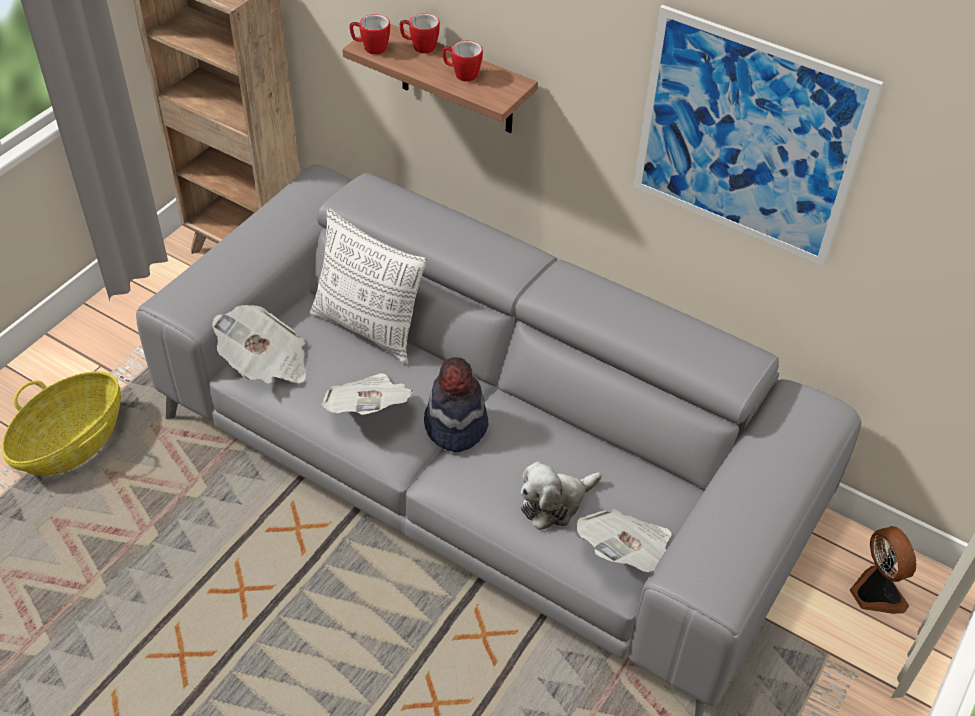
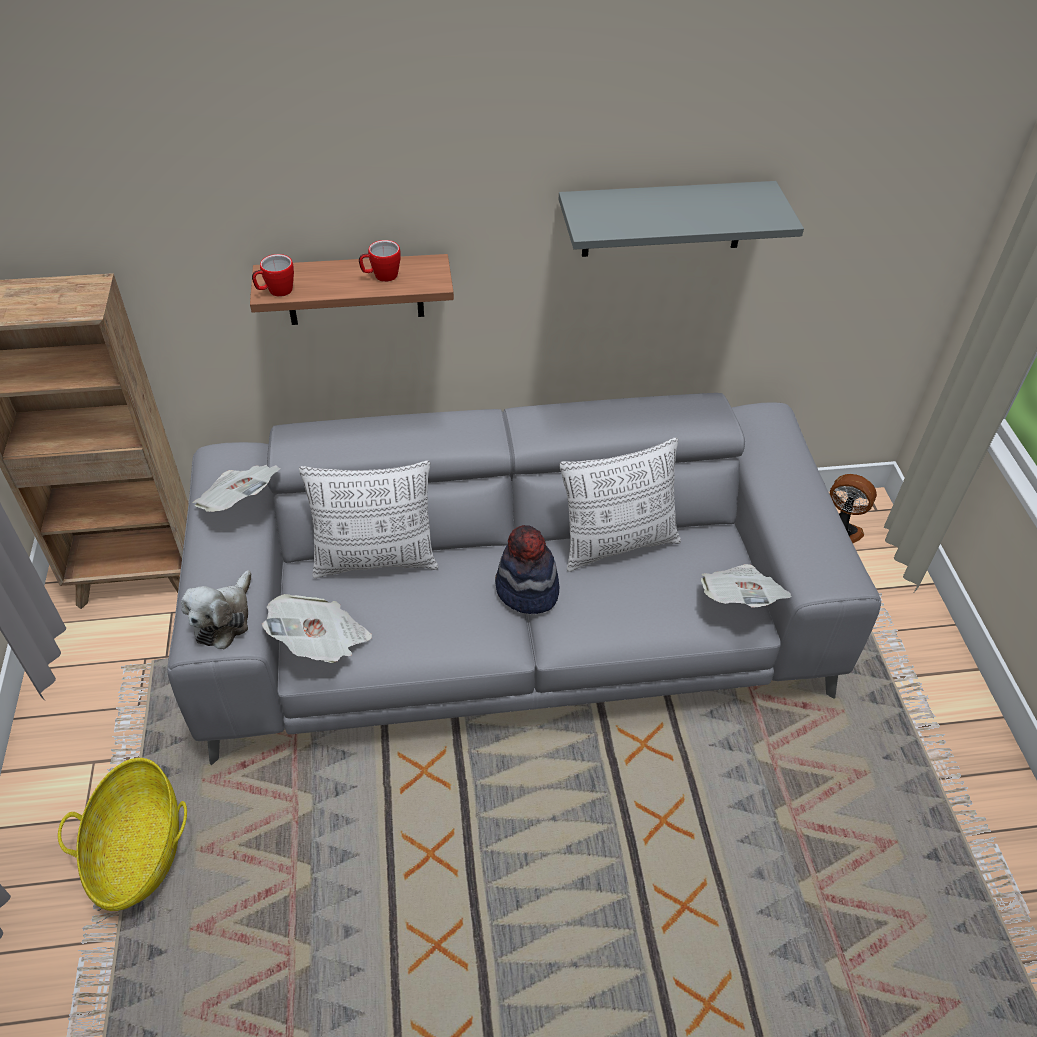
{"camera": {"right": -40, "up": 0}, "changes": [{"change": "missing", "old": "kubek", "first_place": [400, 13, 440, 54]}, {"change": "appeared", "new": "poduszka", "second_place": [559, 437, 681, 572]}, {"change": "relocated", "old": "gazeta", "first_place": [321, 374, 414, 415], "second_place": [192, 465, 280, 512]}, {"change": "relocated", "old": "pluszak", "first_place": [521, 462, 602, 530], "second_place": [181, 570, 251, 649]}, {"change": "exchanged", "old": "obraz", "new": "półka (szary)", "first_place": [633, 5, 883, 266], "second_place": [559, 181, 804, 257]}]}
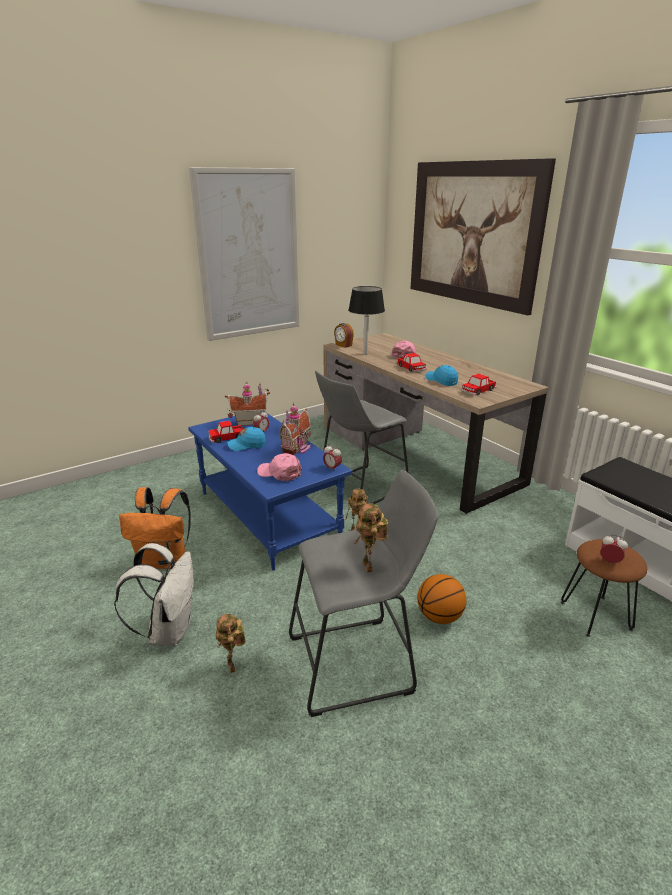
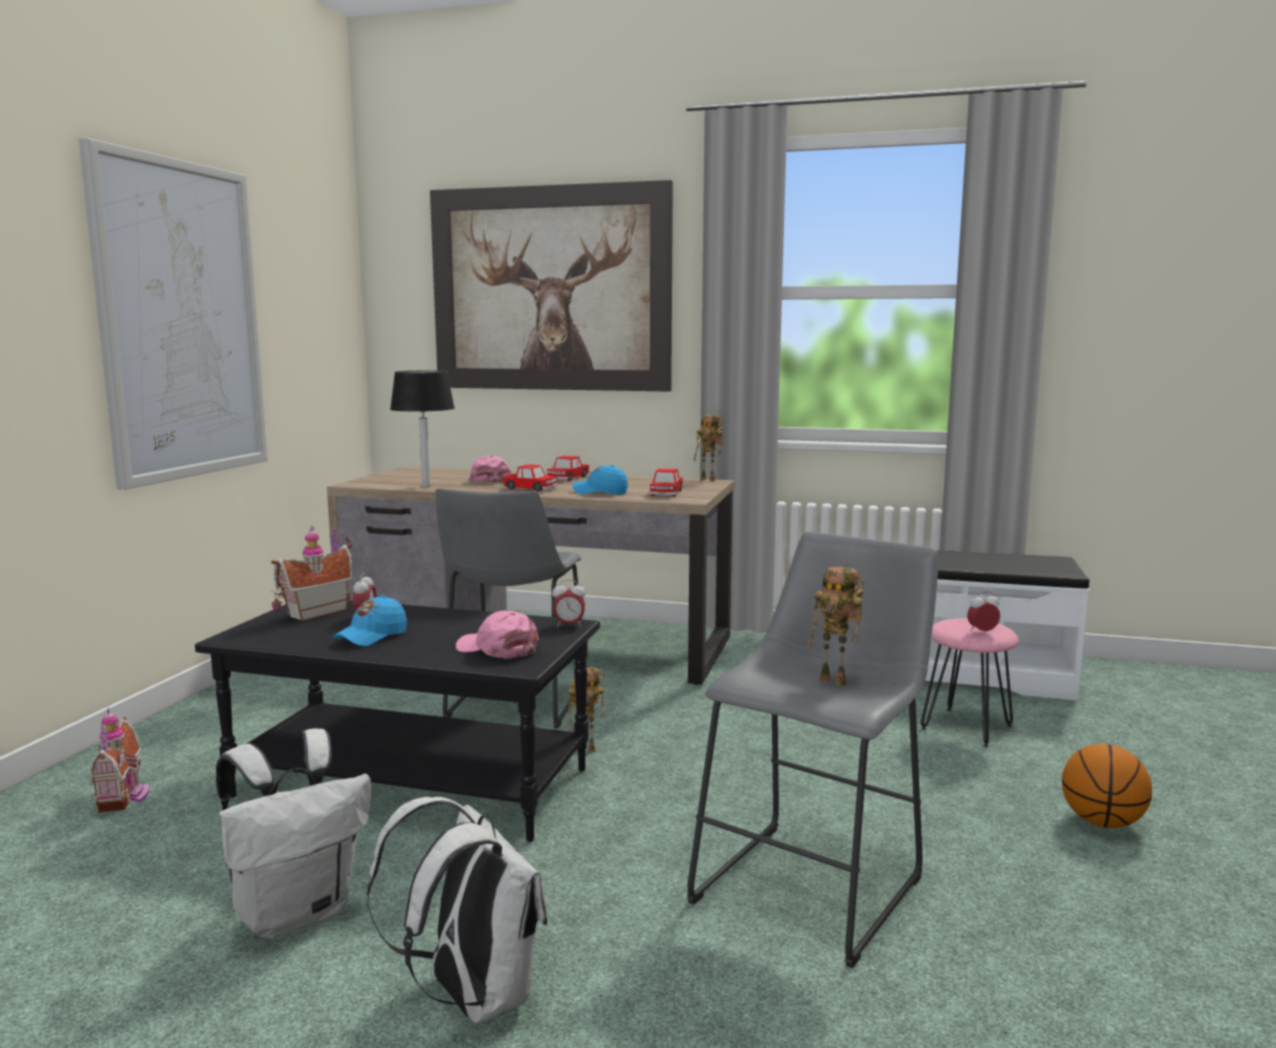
{"camera": {"right": -40, "up": -15}, "changes": [{"change": "missing", "old": "budzik", "first_place": [334, 323, 354, 348]}, {"change": "relocated", "old": "samochodzik", "first_place": [208, 421, 243, 443], "second_place": [546, 456, 591, 481]}, {"change": "relocated", "old": "robot zabawkowy", "first_place": [215, 614, 245, 673], "second_place": [694, 415, 723, 481]}, {"change": "relocated", "old": "domek", "first_place": [279, 403, 311, 455], "second_place": [89, 708, 150, 813]}, {"change": "relocated", "old": "piłka do koszykówki", "first_place": [417, 574, 466, 624], "second_place": [1062, 744, 1152, 828]}, {"change": "colour", "old": "plecak (pomarańczowy)", "new": "plecak (biały)", "first_place": [119, 487, 191, 569], "second_place": [216, 728, 371, 938]}, {"change": "colour", "old": "ława (niebieski)", "new": "ława (czarny)", "first_place": [188, 413, 352, 570], "second_place": [195, 600, 600, 842]}, {"change": "colour", "old": "stołek (brązowy)", "new": "stołek (różowy)", "first_place": [561, 539, 647, 637], "second_place": [921, 618, 1019, 747]}, {"change": "spun", "old": "czapka z daszkiem (różowy)", "first_place": [257, 453, 302, 481], "second_place": [456, 611, 539, 659], "degrees": 45}]}
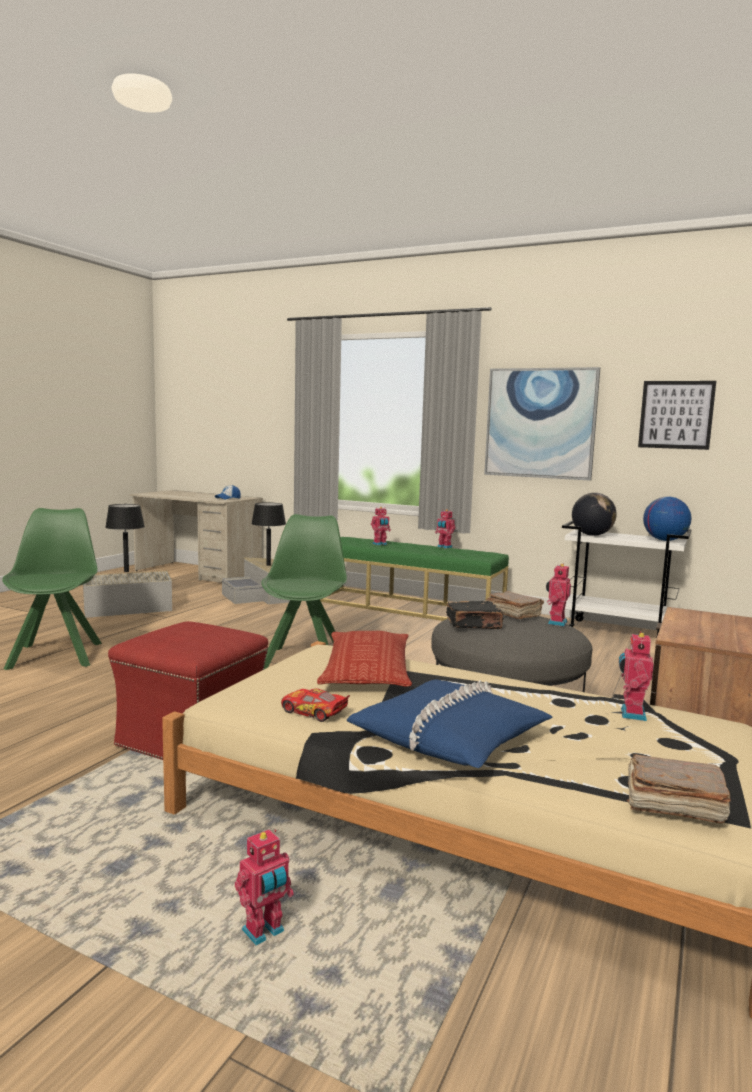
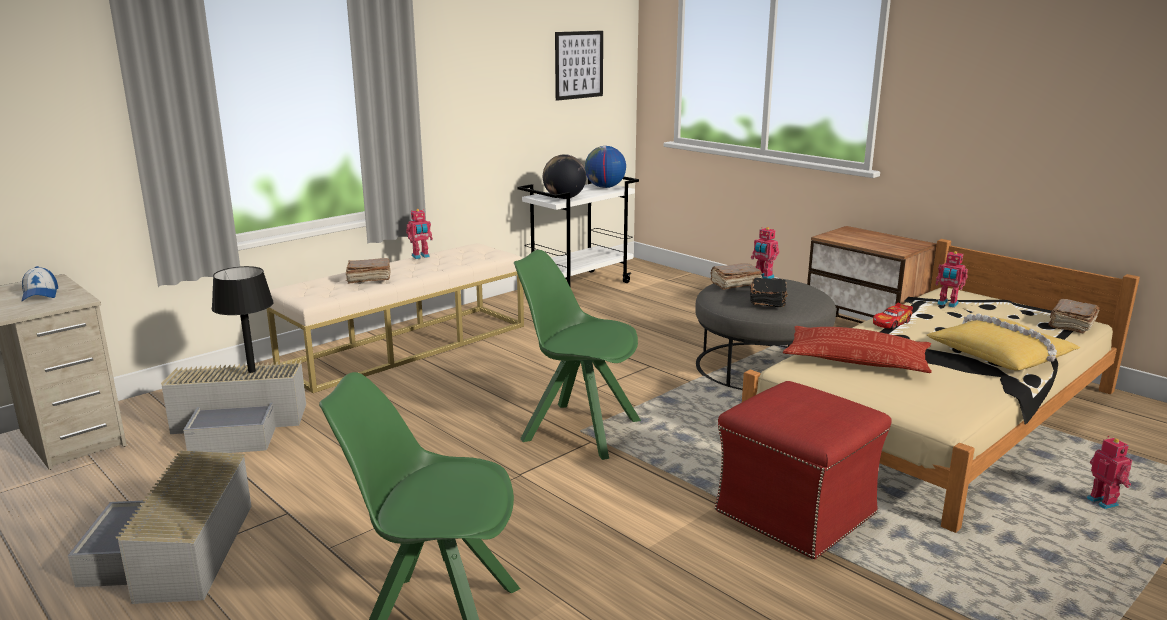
{"camera": {"right": -70, "up": 10}, "changes": [{"change": "missing", "old": "lampa stołowa (czarny)", "first_place": [105, 504, 145, 572]}, {"change": "missing", "old": "obraz", "first_place": [484, 367, 600, 481]}, {"change": "relocated", "old": "samochodzik", "first_place": [281, 688, 350, 722], "second_place": [873, 303, 913, 329]}, {"change": "exchanged", "old": "robot zabawkowy", "new": "książka (brązowy)", "first_place": [371, 507, 391, 545], "second_place": [346, 258, 390, 284]}, {"change": "colour", "old": "ławka (zielony)", "new": "ławka (beżowy)", "first_place": [320, 537, 509, 621], "second_place": [267, 243, 524, 393]}, {"change": "colour", "old": "poduszka (niebieski)", "new": "poduszka (żółty)", "first_place": [347, 679, 553, 768], "second_place": [927, 314, 1080, 371]}]}
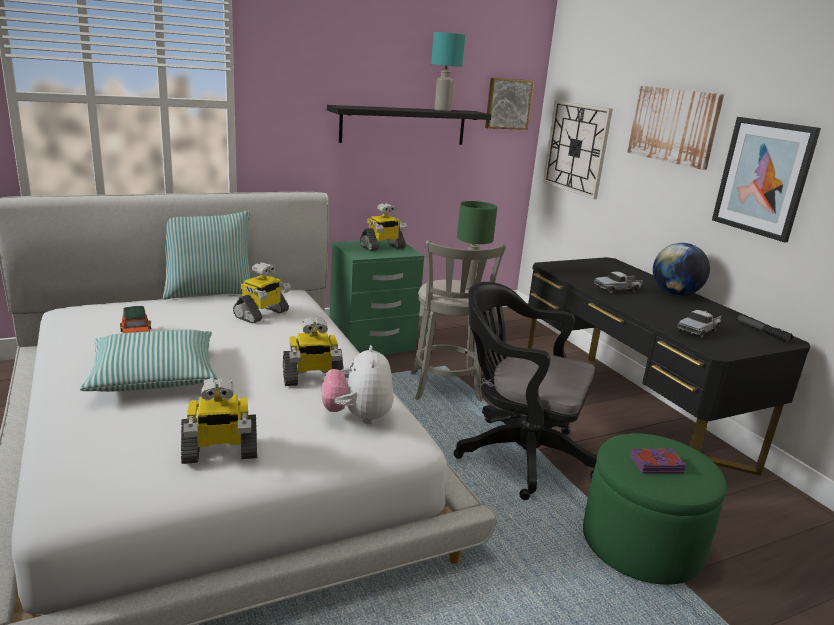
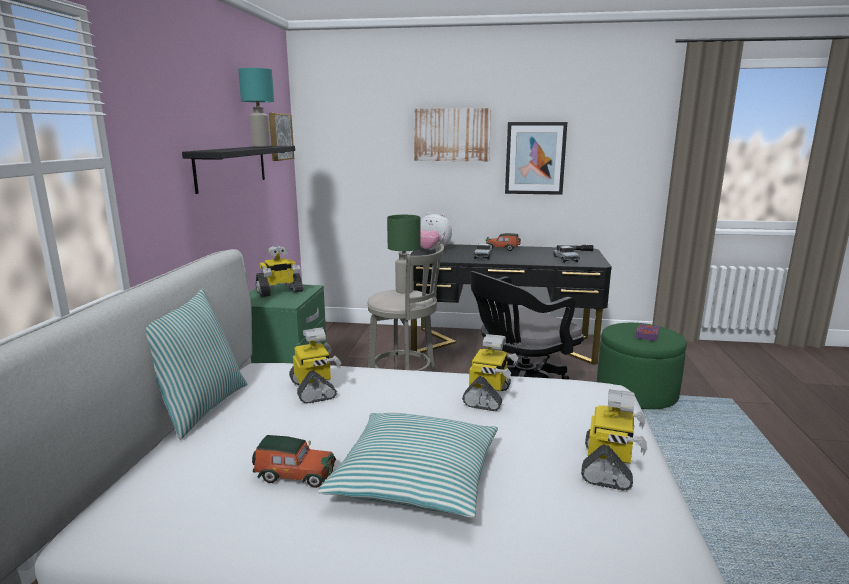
{"camera": {"right": -55, "up": -5}, "changes": [{"change": "missing", "old": "zegar ścienny", "first_place": [543, 100, 613, 199]}, {"change": "relocated", "old": "pluszak", "first_place": [322, 345, 394, 424], "second_place": [420, 212, 452, 250]}, {"change": "exchanged", "old": "globus", "new": "samochodzik", "first_place": [653, 243, 710, 296], "second_place": [486, 233, 521, 251]}, {"change": "spun", "old": "robot zabawkowy", "first_place": [360, 203, 407, 251], "second_place": [256, 246, 303, 297], "degrees": 60}]}
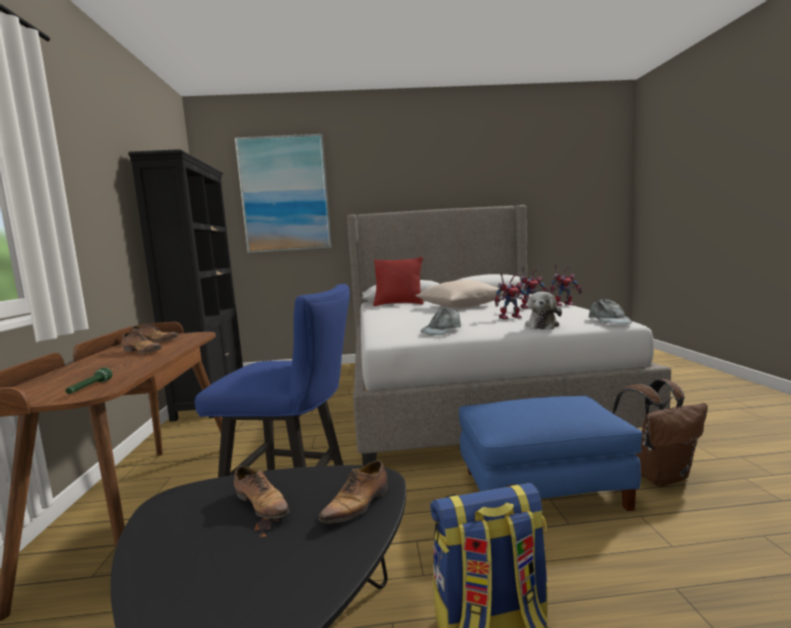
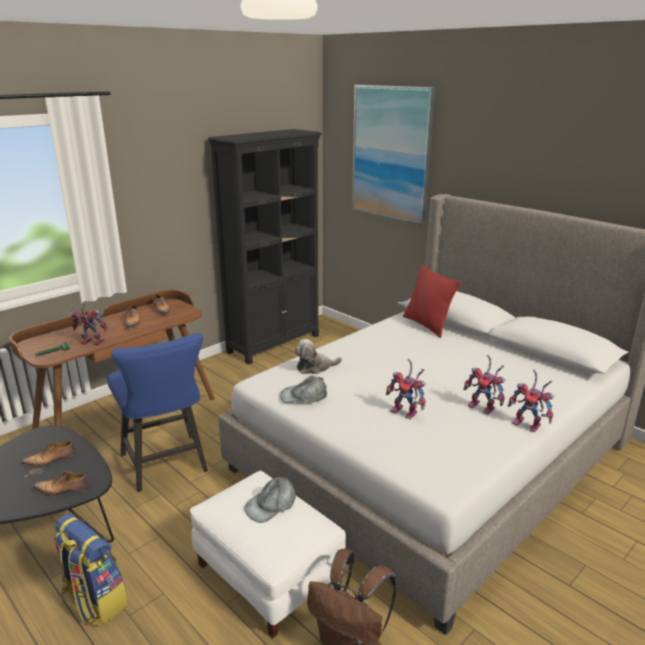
{"camera": {"right": 50, "up": 15}, "changes": [{"change": "missing", "old": "poduszka (beżowy)", "first_place": [416, 280, 504, 308]}, {"change": "appeared", "new": "robot zabawkowy", "second_place": [70, 303, 108, 345]}, {"change": "relocated", "old": "pluszak", "first_place": [525, 292, 562, 329], "second_place": [294, 339, 342, 374]}, {"change": "relocated", "old": "czapka z daszkiem (szary)", "first_place": [589, 299, 632, 324], "second_place": [244, 476, 296, 523]}, {"change": "colour", "old": "pufa (niebieski)", "new": "pufa (biały)", "first_place": [459, 396, 643, 511], "second_place": [190, 471, 346, 638]}, {"change": "spun", "old": "but", "first_place": [234, 466, 290, 518], "second_place": [22, 441, 76, 467], "degrees": 60}]}
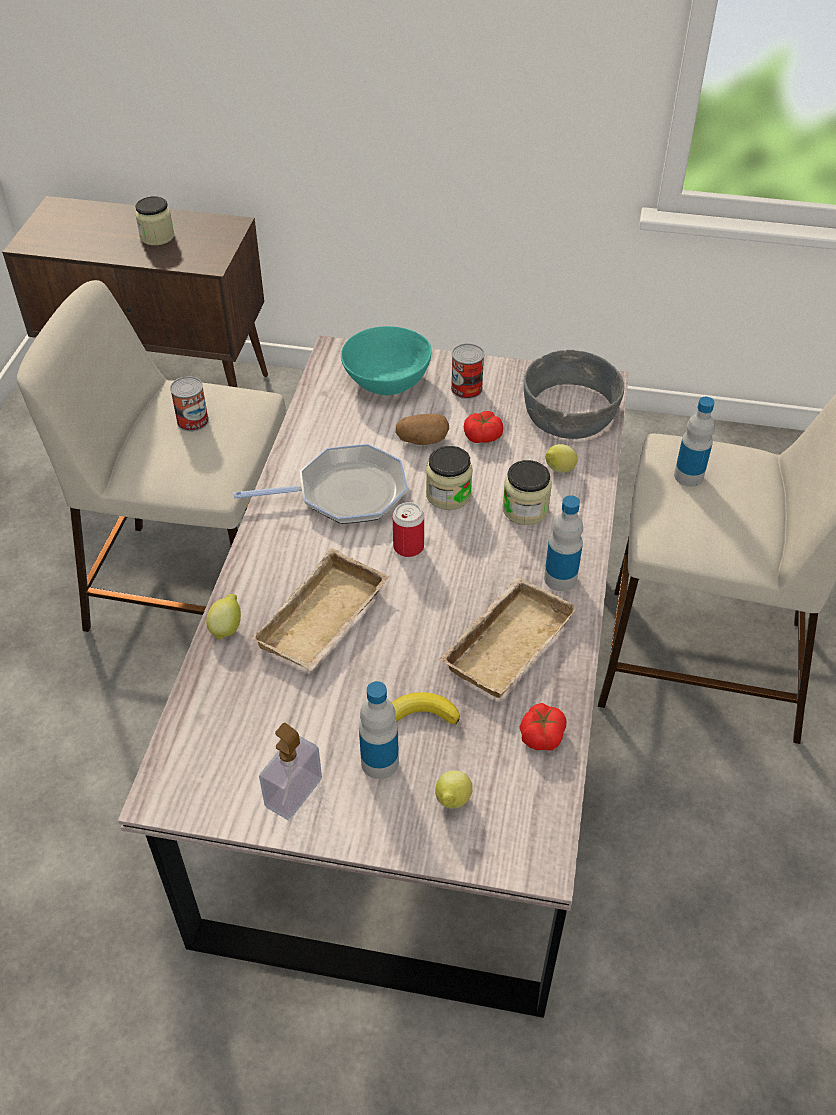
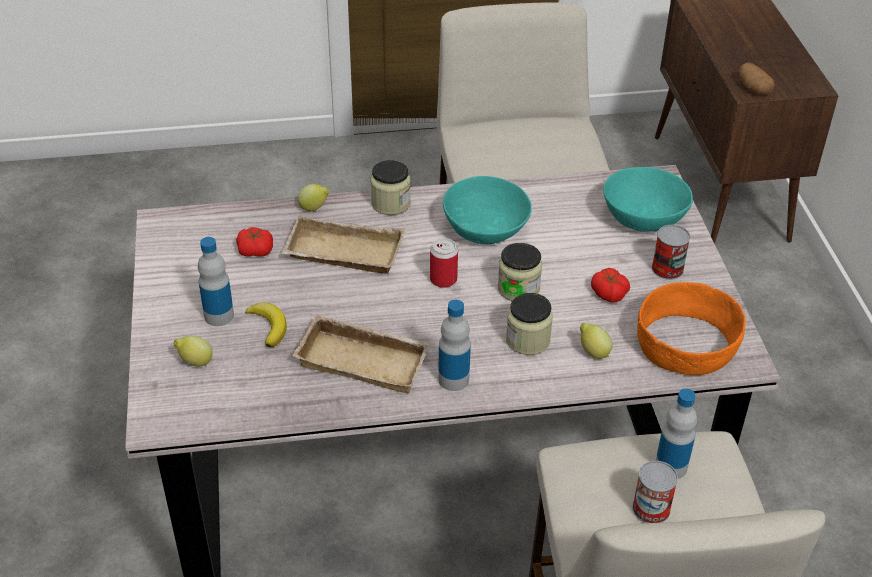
{"camera": {"right": 70, "up": -5}, "changes": [{"change": "missing", "old": "dozownik mydła", "first_place": [259, 723, 322, 820]}, {"change": "relocated", "old": "słoik", "first_place": [135, 196, 174, 245], "second_place": [371, 160, 410, 215]}, {"change": "relocated", "old": "puszka", "first_place": [170, 376, 209, 432], "second_place": [632, 461, 678, 523]}, {"change": "relocated", "old": "ziemniak", "first_place": [396, 414, 449, 445], "second_place": [739, 63, 775, 94]}, {"change": "relocated", "old": "pomidor", "first_place": [520, 703, 567, 751], "second_place": [236, 227, 273, 257]}, {"change": "exchanged", "old": "patelnia", "new": "miska (turkusowy)", "first_place": [234, 444, 407, 524], "second_place": [443, 176, 532, 244]}, {"change": "colour", "old": "miska (szary)", "new": "miska (pomarańczowy)", "first_place": [524, 350, 624, 439], "second_place": [637, 282, 746, 375]}]}
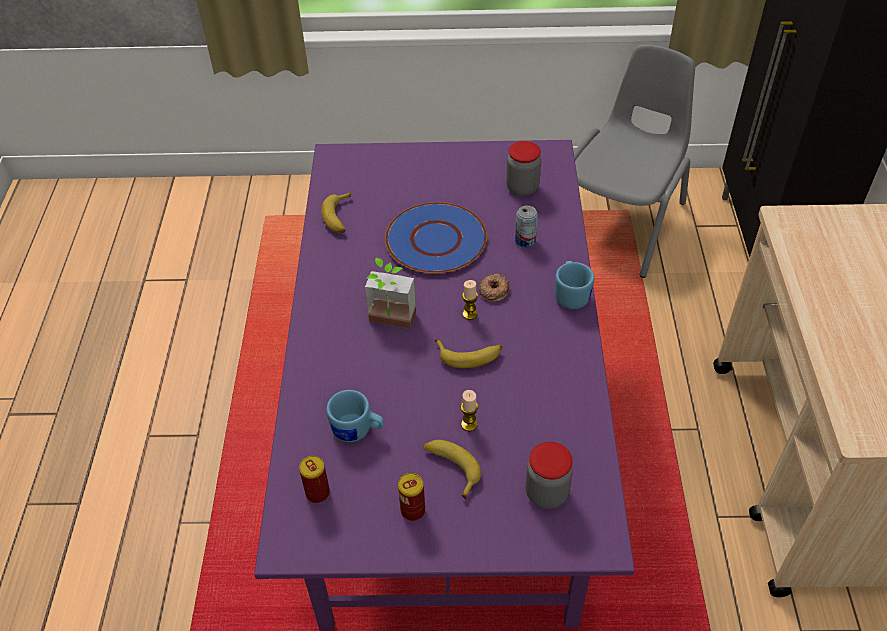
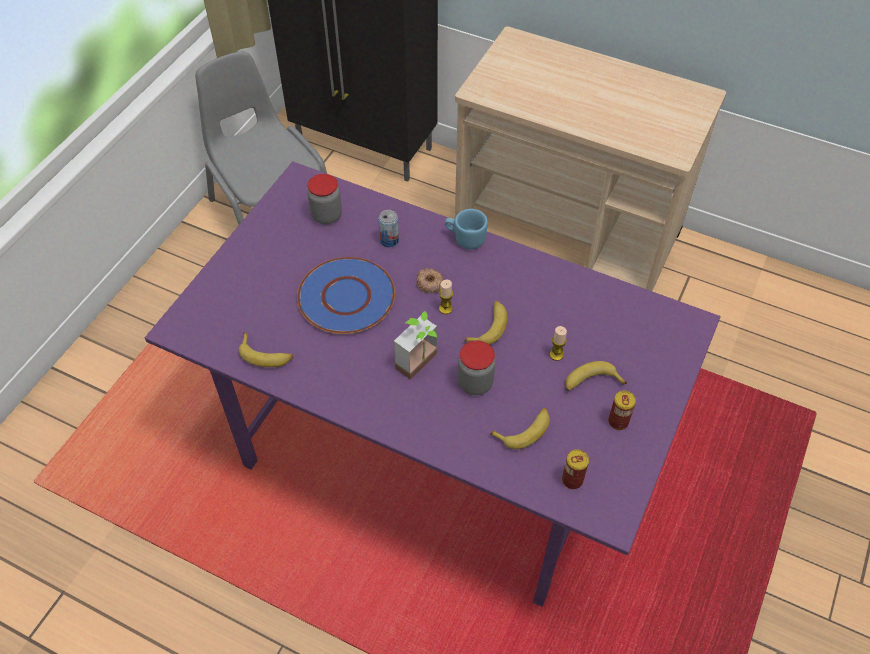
{"camera": {"right": -65, "up": 5}, "changes": [{"change": "relocated", "old": "słoik", "first_place": [525, 442, 573, 509], "second_place": [458, 341, 495, 395]}, {"change": "exchanged", "old": "kubek (niebieski)", "new": "banan", "first_place": [326, 390, 384, 442], "second_place": [490, 408, 550, 449]}]}
